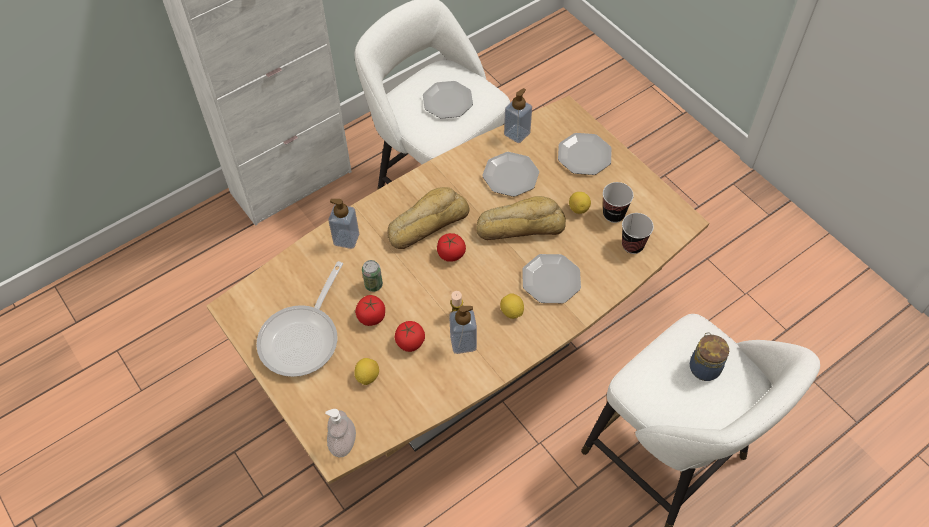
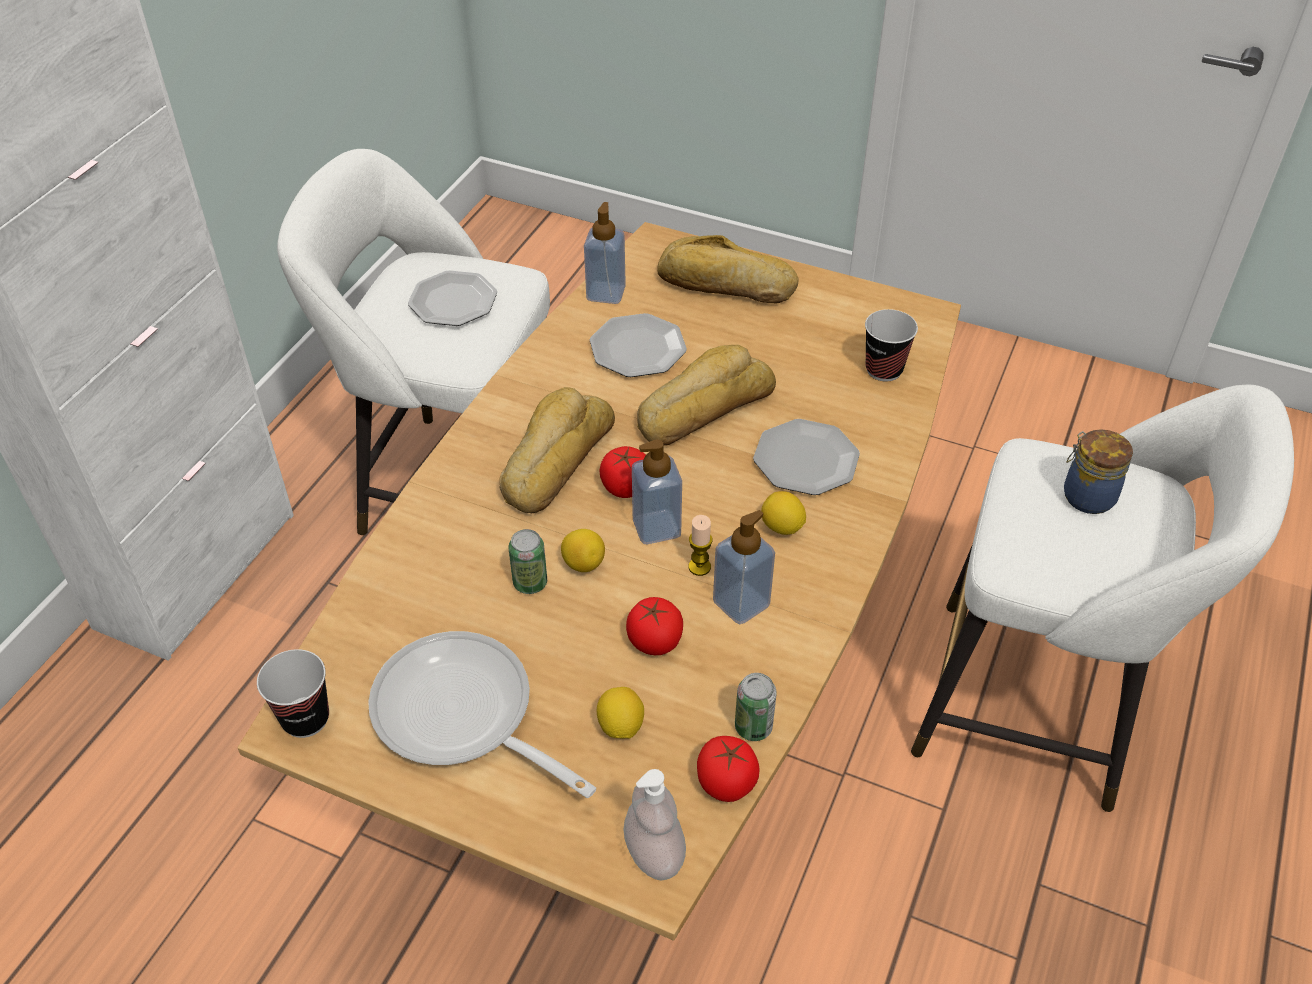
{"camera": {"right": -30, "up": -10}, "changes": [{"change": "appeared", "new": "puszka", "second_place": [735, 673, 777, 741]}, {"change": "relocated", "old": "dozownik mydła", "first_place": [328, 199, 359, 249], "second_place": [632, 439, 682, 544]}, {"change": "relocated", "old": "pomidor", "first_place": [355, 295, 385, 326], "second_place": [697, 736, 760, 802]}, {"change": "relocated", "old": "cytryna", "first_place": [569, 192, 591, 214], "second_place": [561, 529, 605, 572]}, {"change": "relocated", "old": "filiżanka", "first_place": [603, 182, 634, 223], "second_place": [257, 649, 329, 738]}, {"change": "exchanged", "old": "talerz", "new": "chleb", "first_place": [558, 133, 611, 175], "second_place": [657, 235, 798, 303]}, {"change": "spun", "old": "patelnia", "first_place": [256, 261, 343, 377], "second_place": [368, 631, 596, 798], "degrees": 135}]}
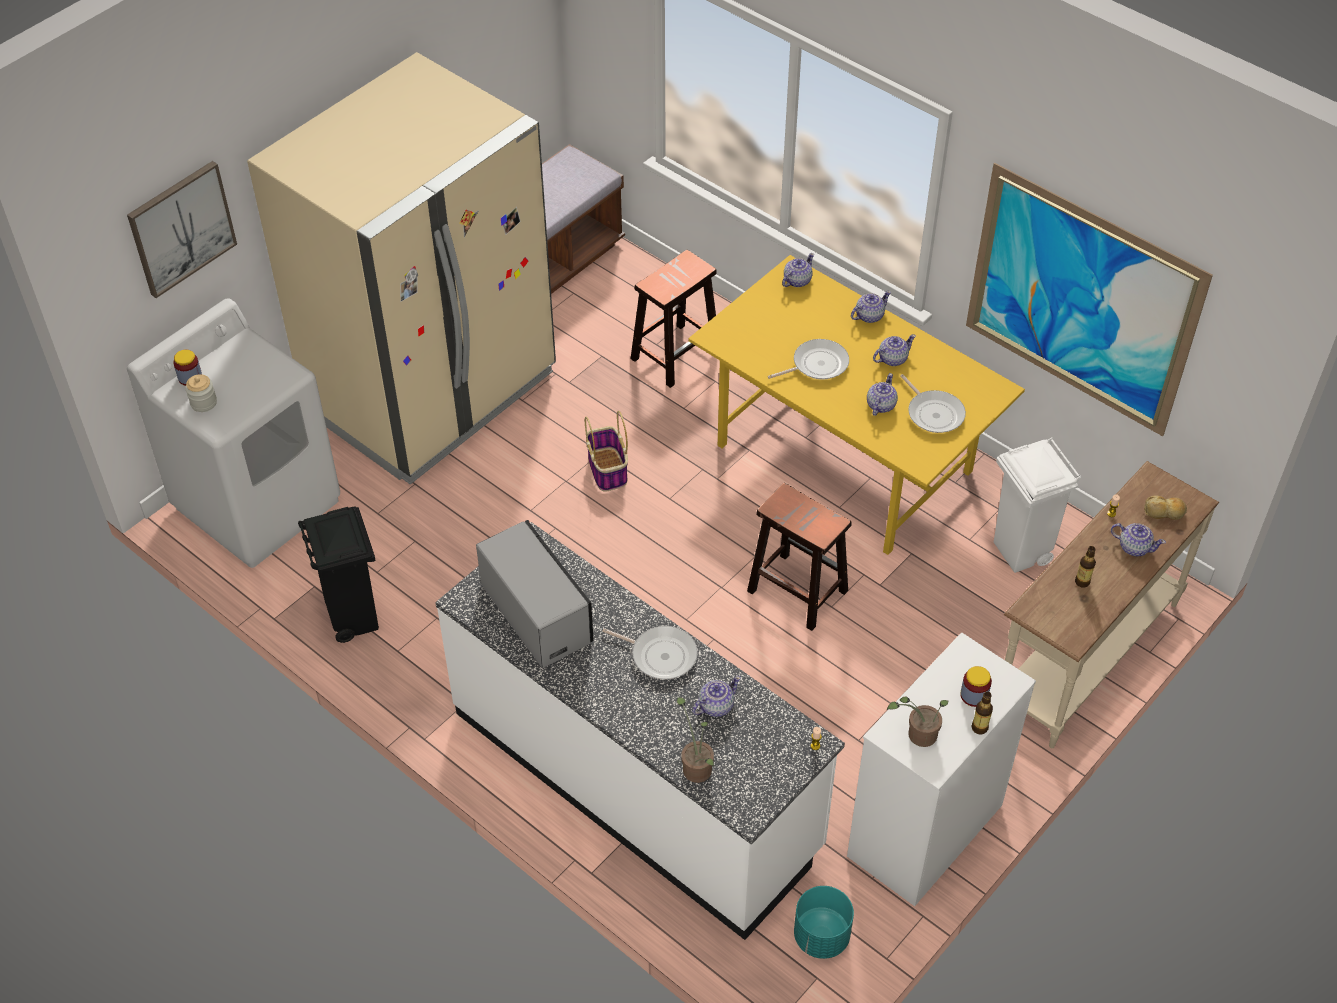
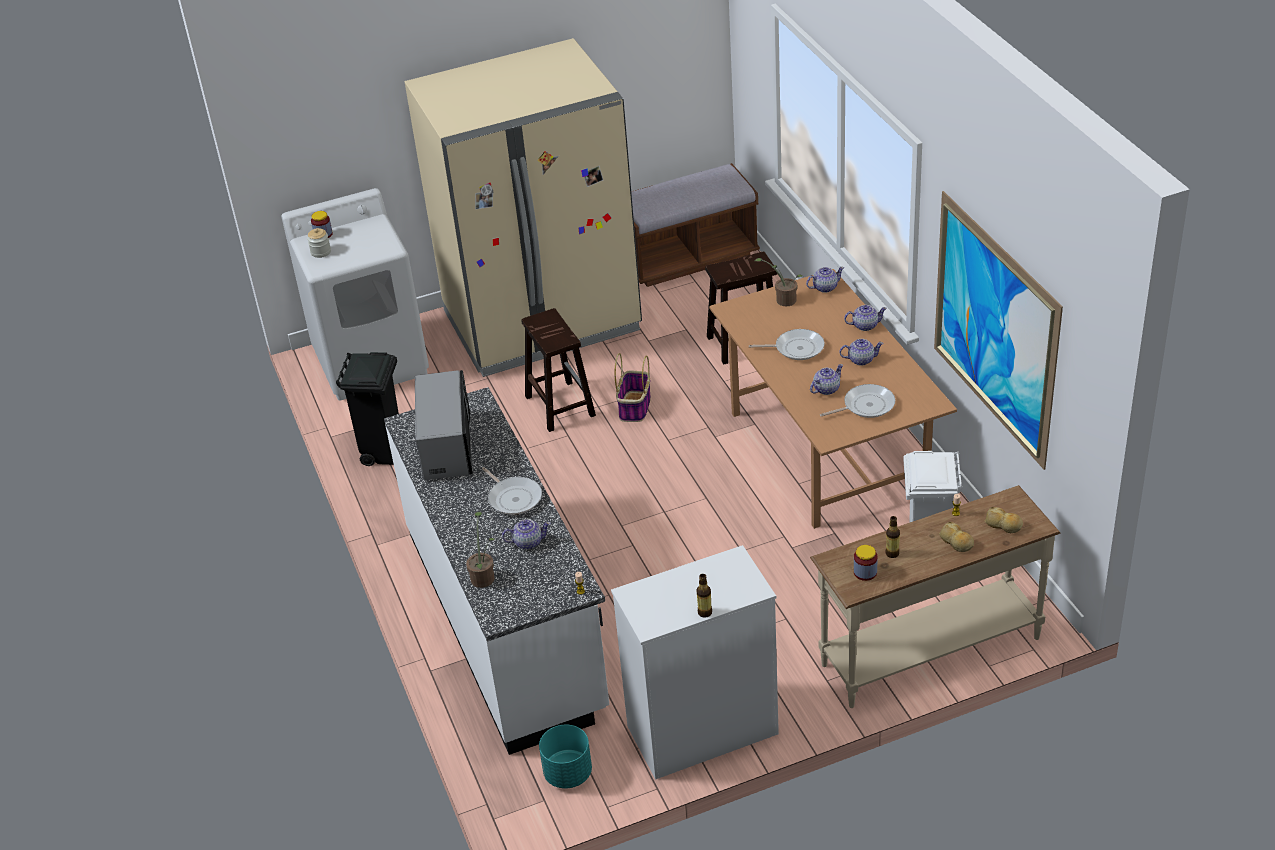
{"camera": {"right": 30, "up": -10}, "changes": [{"change": "missing", "old": "obraz", "first_place": [127, 161, 237, 298]}, {"change": "relocated", "old": "stołek (brązowy)", "first_place": [747, 483, 852, 631], "second_place": [521, 308, 596, 432]}, {"change": "relocated", "old": "roślina doniczkowa", "first_place": [887, 696, 948, 747], "second_place": [755, 258, 803, 306]}, {"change": "relocated", "old": "słoik", "first_place": [960, 666, 992, 707], "second_place": [854, 545, 878, 581]}, {"change": "exchanged", "old": "imbryk", "new": "chleb", "first_place": [1111, 523, 1166, 556], "second_place": [939, 522, 974, 552]}, {"change": "colour", "old": "stół jadalny (żółty)", "new": "stół jadalny (brązowy)", "first_place": [688, 255, 1025, 555], "second_place": [709, 269, 957, 529]}, {"change": "spun", "old": "patelnia", "first_place": [900, 374, 966, 433], "second_place": [820, 384, 895, 418], "degrees": -105}]}
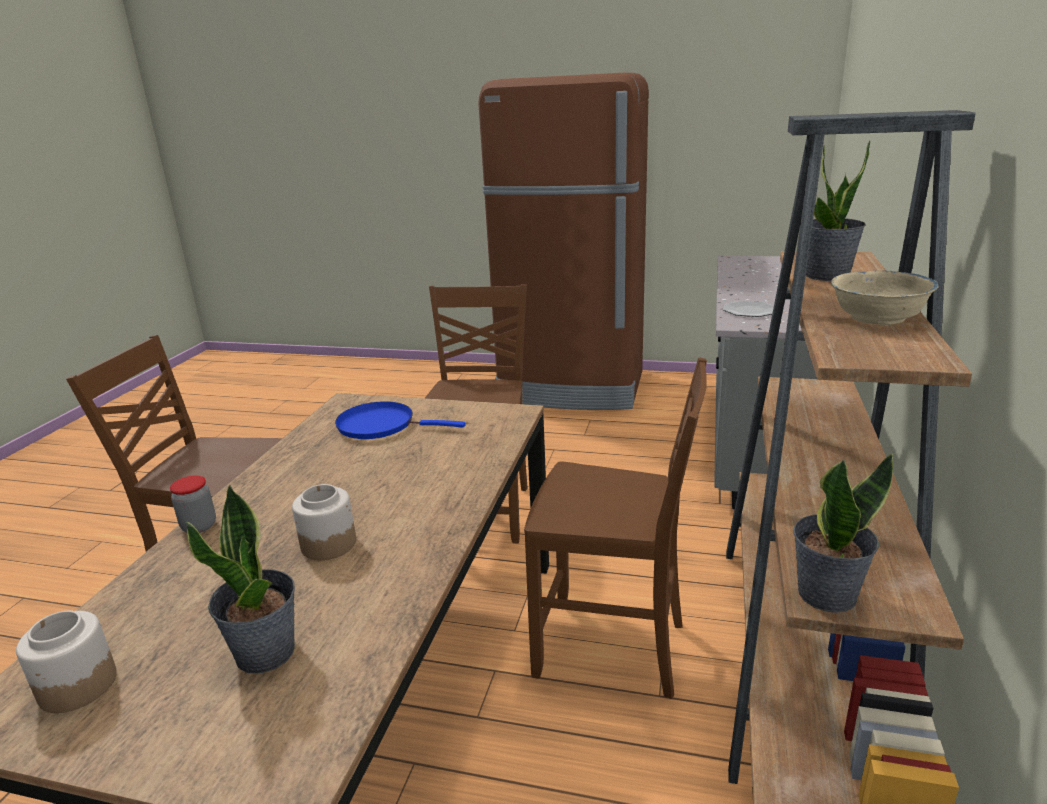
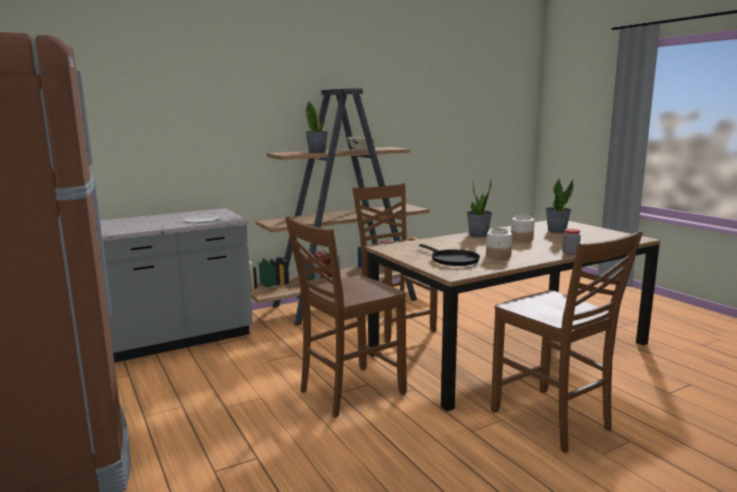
{"camera": {"right": -135, "up": -10}, "changes": [{"change": "relocated", "old": "słoik", "first_place": [16, 611, 117, 713], "second_place": [486, 228, 512, 259]}, {"change": "relocated", "old": "roślina doniczkowa", "first_place": [793, 453, 894, 613], "second_place": [467, 180, 492, 237]}, {"change": "colour", "old": "patelnia (niebieski)", "new": "patelnia (czarny)", "first_place": [335, 401, 466, 439], "second_place": [419, 244, 480, 266]}]}
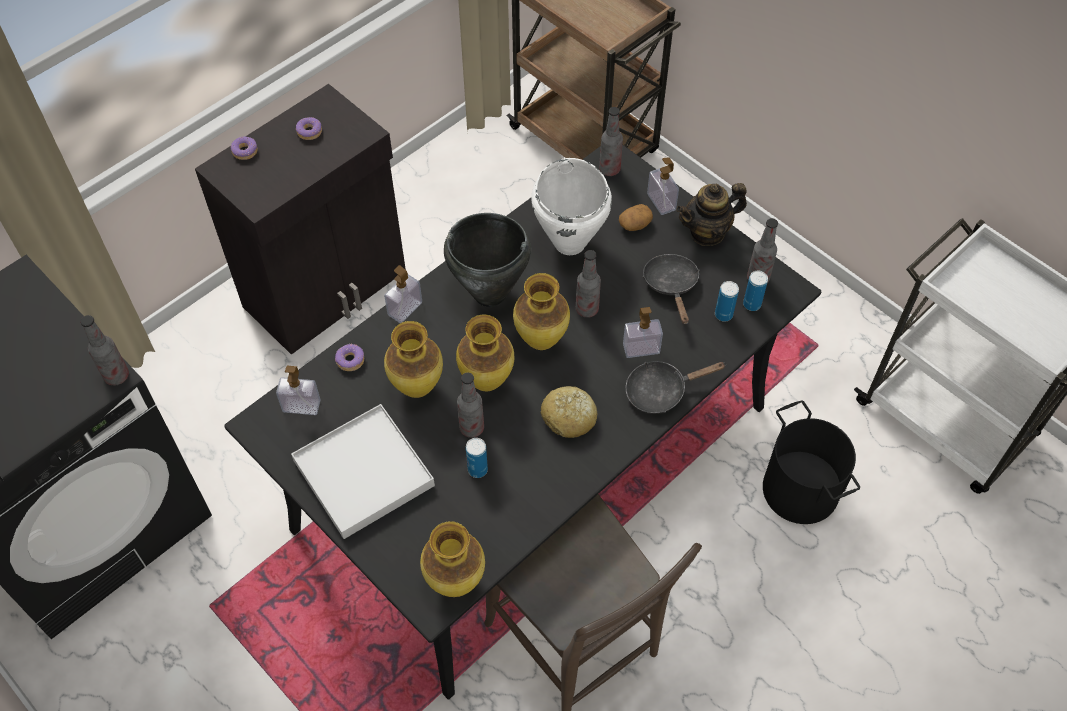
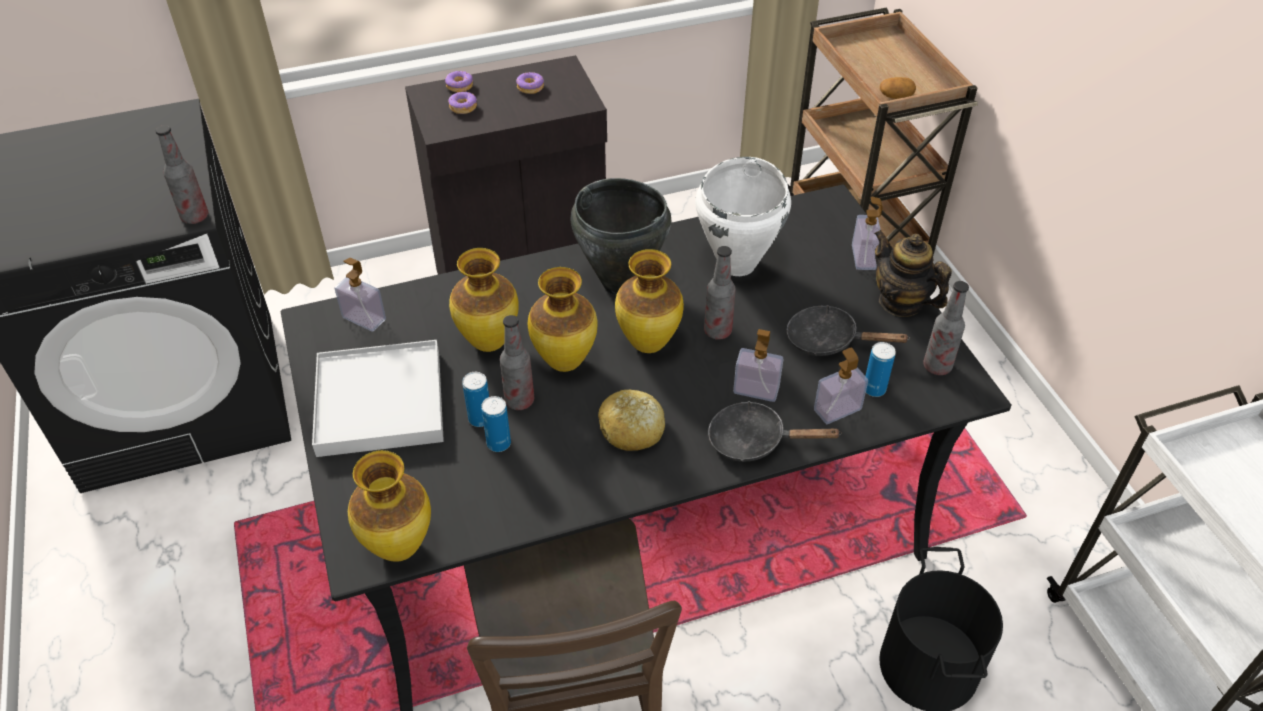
{"camera": {"right": 25, "up": -10}, "changes": [{"change": "missing", "old": "butelka", "first_place": [599, 107, 623, 176]}, {"change": "relocated", "old": "donut", "first_place": [335, 344, 364, 371], "second_place": [448, 91, 477, 114]}, {"change": "relocated", "old": "dozownik mydła", "first_place": [384, 265, 422, 323], "second_place": [814, 348, 868, 424]}, {"change": "relocated", "old": "ziemniak", "first_place": [619, 204, 653, 231], "second_place": [880, 77, 916, 99]}, {"change": "relocated", "old": "puszka", "first_place": [743, 271, 768, 311], "second_place": [462, 372, 489, 427]}, {"change": "spun", "old": "patelnia (czarny)", "first_place": [643, 254, 699, 324], "second_place": [787, 305, 910, 356], "degrees": -90}, {"change": "spun", "old": "imbryk", "first_place": [676, 183, 747, 246], "second_place": [874, 230, 952, 317], "degrees": 45}]}
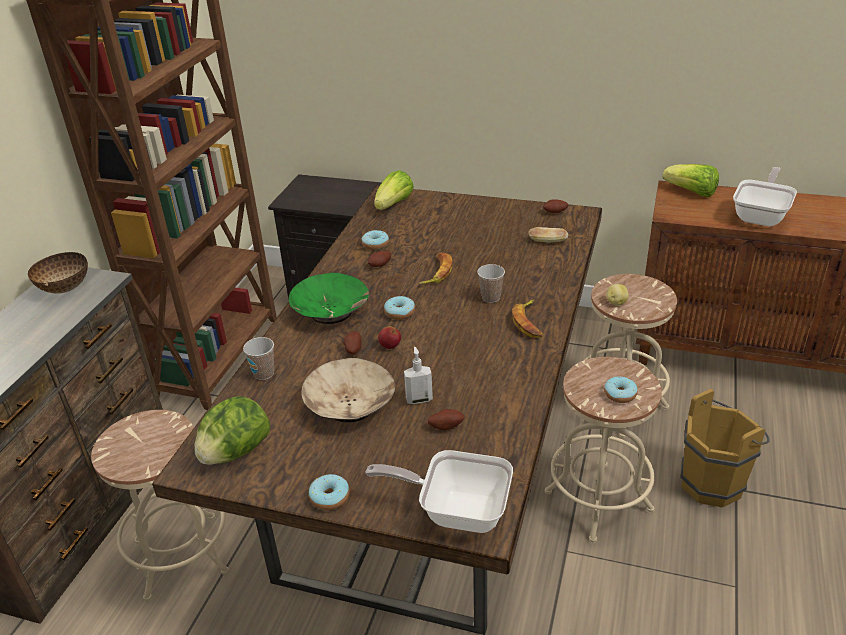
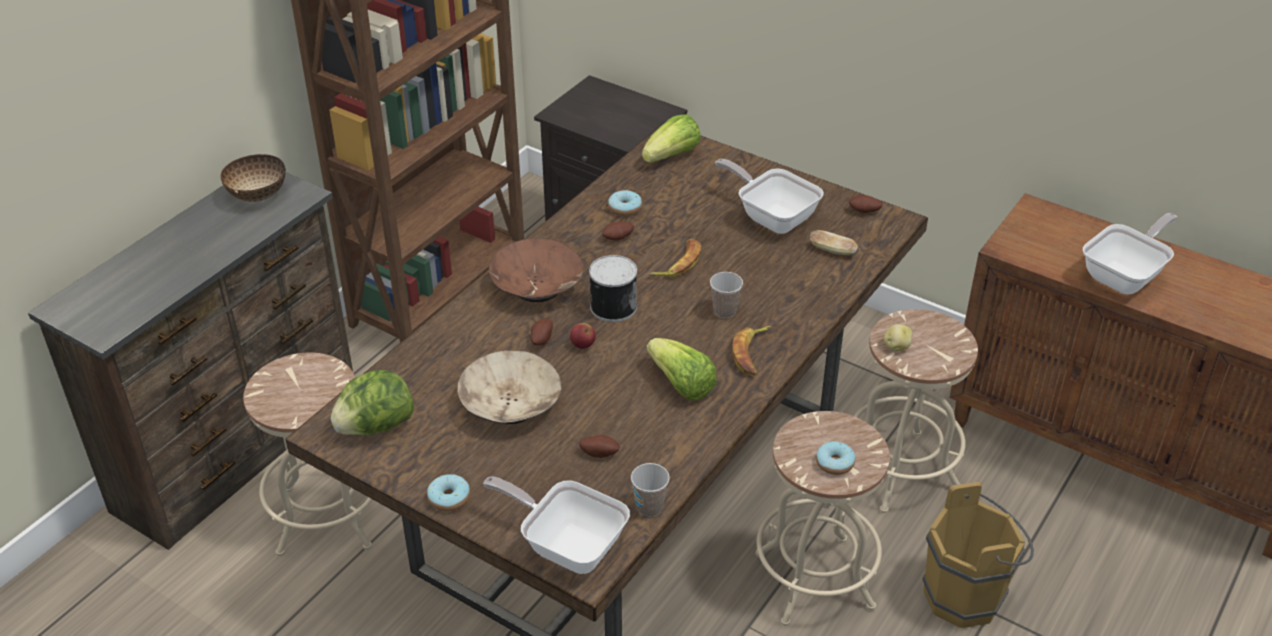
{"camera": {"right": 15, "up": 5}, "changes": [{"change": "missing", "old": "dozownik mydła", "first_place": [404, 347, 433, 404]}, {"change": "appeared", "new": "patelnia", "second_place": [715, 159, 824, 234]}, {"change": "relocated", "old": "filiżanka", "first_place": [243, 337, 274, 380], "second_place": [631, 463, 670, 517]}, {"change": "relocated", "old": "sałata", "first_place": [663, 164, 719, 197], "second_place": [646, 338, 717, 401]}, {"change": "exchanged", "old": "donut", "new": "puszka", "first_place": [384, 295, 415, 320], "second_place": [589, 255, 637, 322]}, {"change": "colour", "old": "miska (zielony)", "new": "miska (brązowy)", "first_place": [289, 273, 369, 324], "second_place": [489, 238, 583, 302]}]}
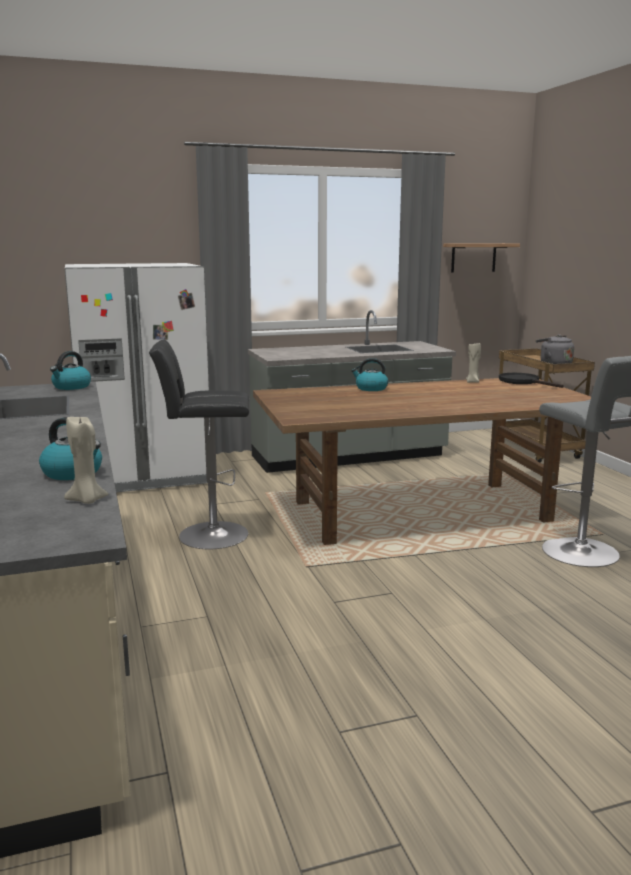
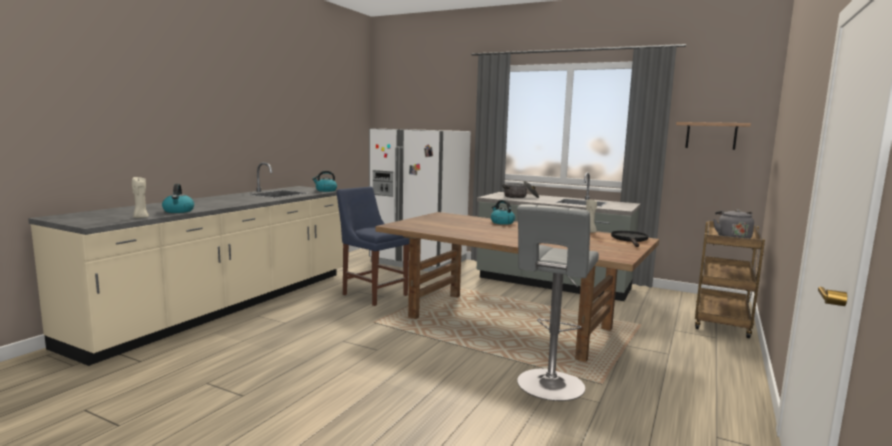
{"camera": {"right": 45, "up": -5}, "changes": [{"change": "appeared", "new": "garnek", "second_place": [502, 181, 539, 198]}, {"change": "exchanged", "old": "stołek (czarny)", "new": "krzesło (niebieski)", "first_place": [149, 340, 249, 549], "second_place": [337, 187, 409, 306]}]}
